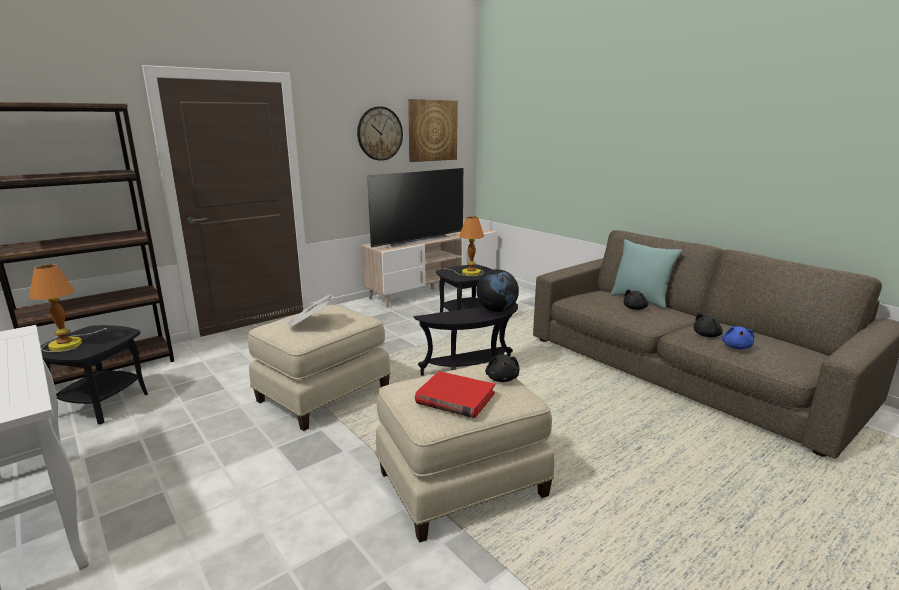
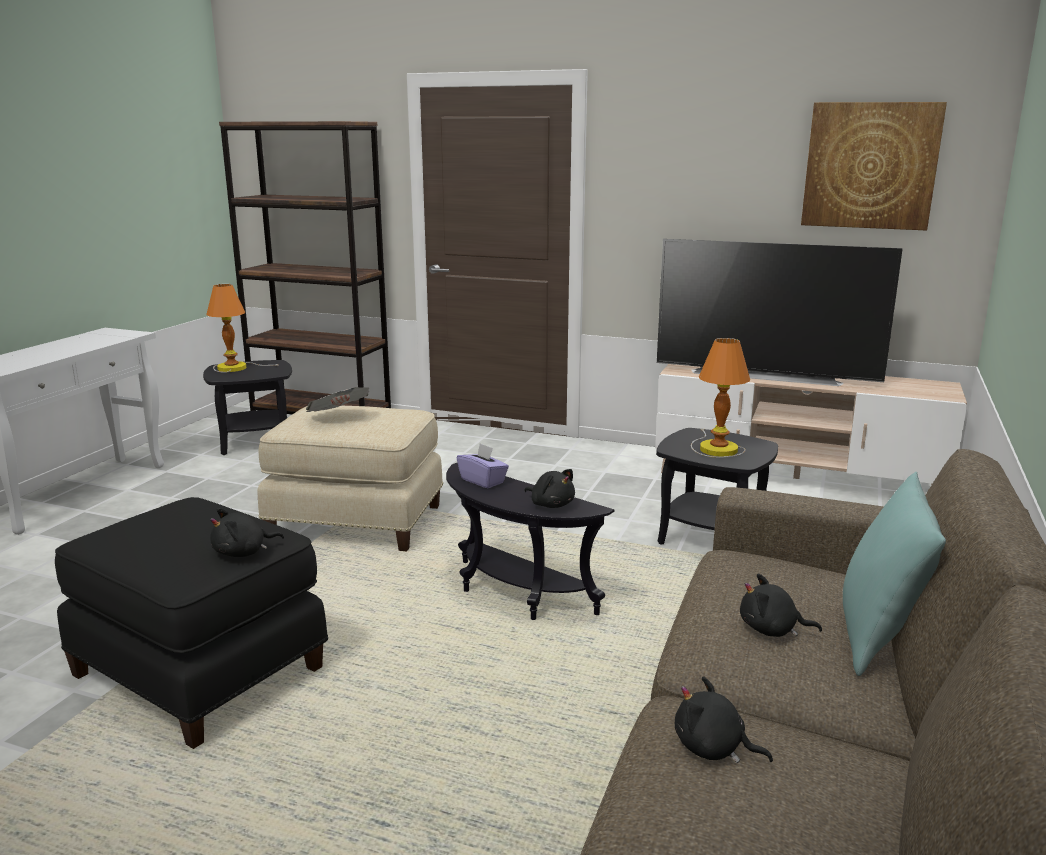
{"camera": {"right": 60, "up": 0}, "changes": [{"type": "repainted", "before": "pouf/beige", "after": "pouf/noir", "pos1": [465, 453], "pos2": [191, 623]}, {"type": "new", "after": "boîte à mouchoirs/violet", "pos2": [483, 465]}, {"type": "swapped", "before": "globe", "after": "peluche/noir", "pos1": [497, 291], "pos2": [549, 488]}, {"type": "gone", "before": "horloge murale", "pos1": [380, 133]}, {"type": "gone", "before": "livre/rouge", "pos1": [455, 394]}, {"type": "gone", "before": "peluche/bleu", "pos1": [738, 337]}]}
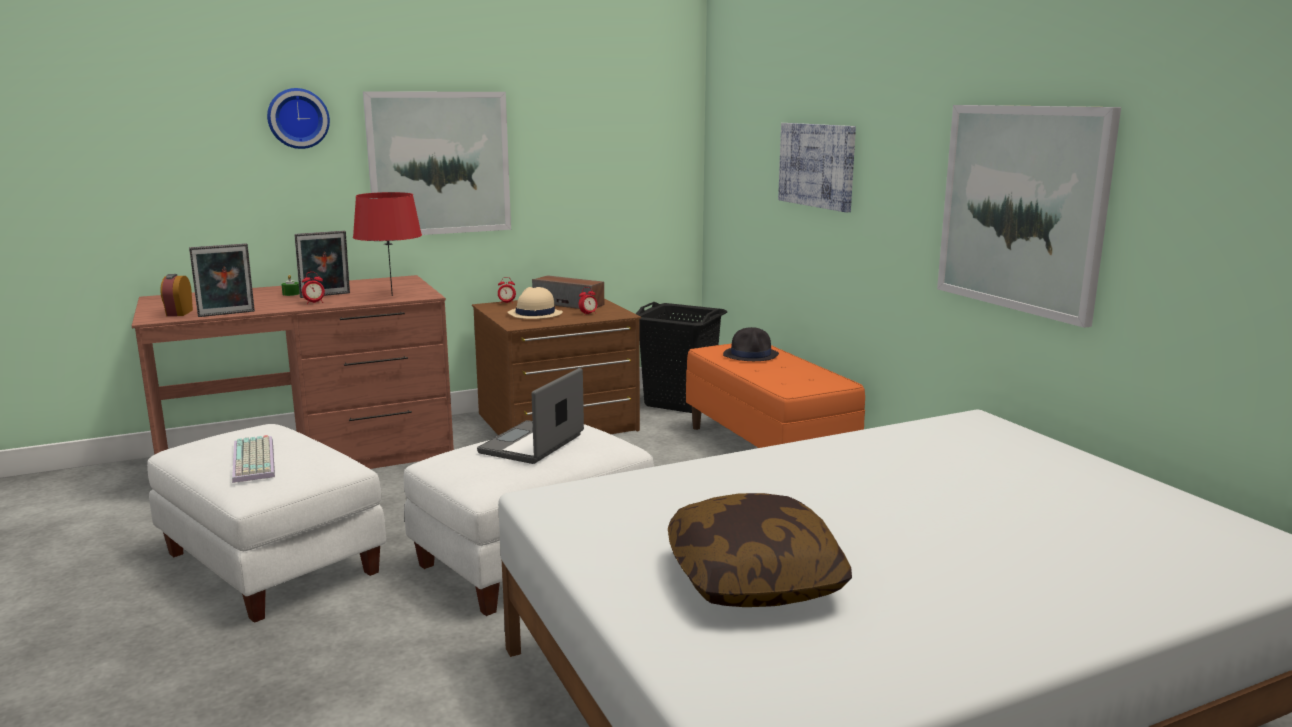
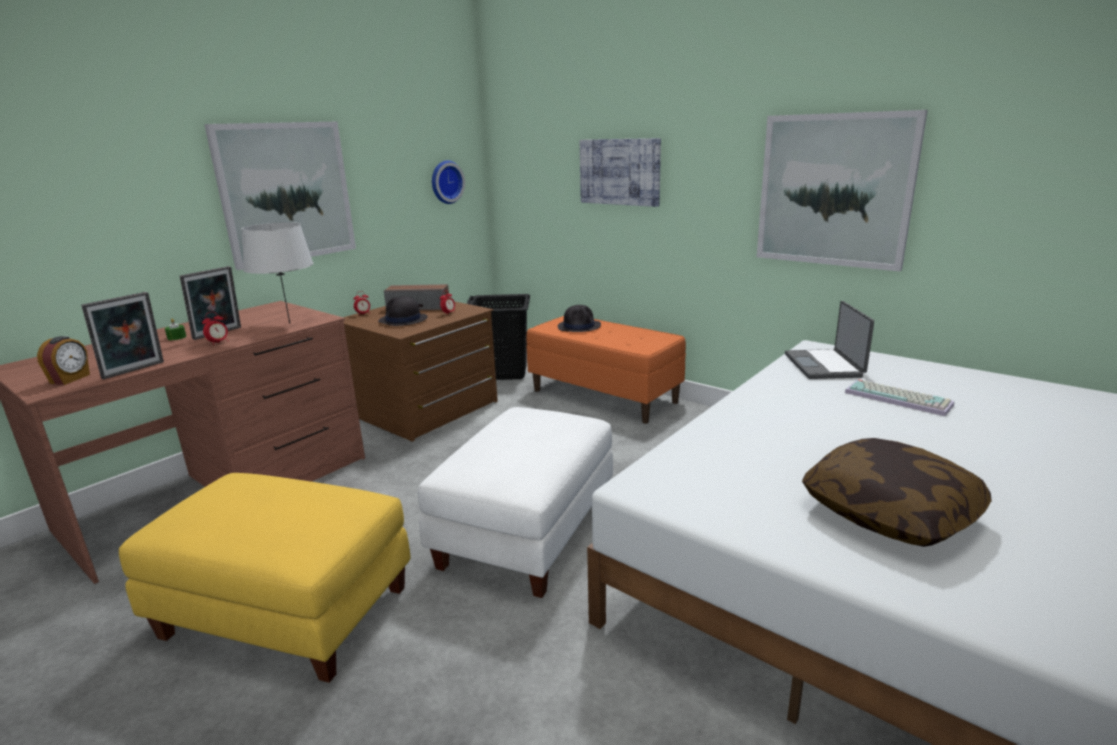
{"camera": {"right": -25, "up": 5}, "changes": [{"type": "rotated", "before": "réveil", "pos1": [176, 295], "pos2": [63, 360], "turn": -135}, {"type": "repainted", "before": "pouf/blanc", "after": "pouf/jaune", "pos1": [266, 523], "pos2": [265, 578]}, {"type": "repainted", "before": "lampe de table/rouge", "after": "lampe de table/gris", "pos1": [387, 244], "pos2": [277, 273]}, {"type": "repainted", "before": "chapeau/beige", "after": "chapeau/noir", "pos1": [535, 303], "pos2": [402, 311]}, {"type": "shifted", "before": "horloge murale", "pos1": [298, 118], "pos2": [448, 182]}, {"type": "shifted", "before": "ordinateur portable", "pos1": [530, 416], "pos2": [829, 340]}, {"type": "shifted", "before": "clavier", "pos1": [253, 459], "pos2": [899, 397]}]}
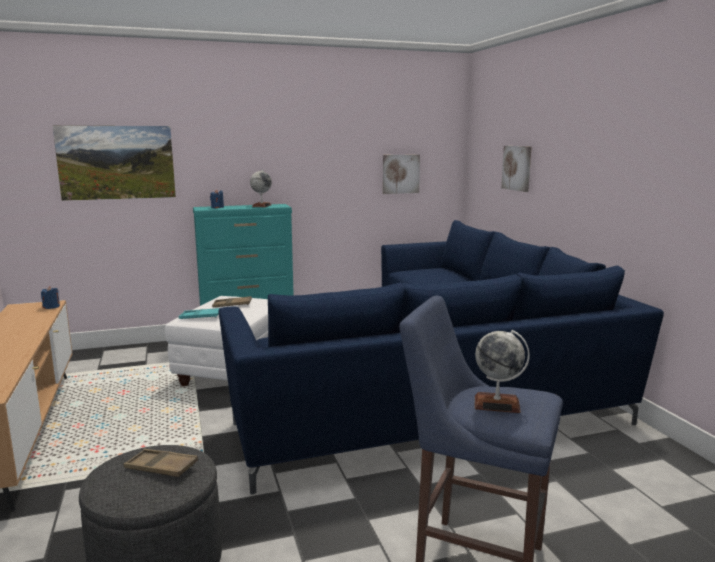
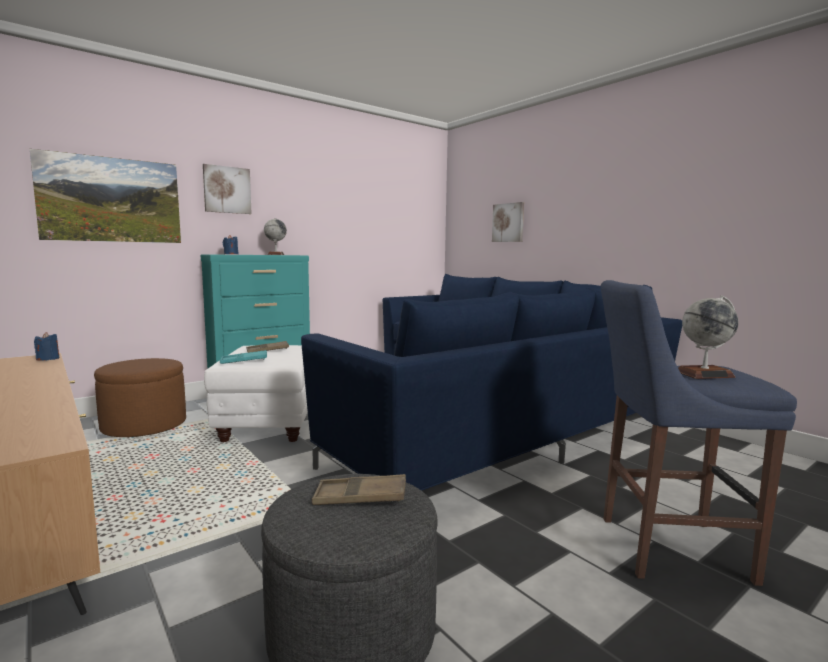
{"camera": {"right": -20, "up": -5}, "changes": [{"type": "new", "after": "pouf/marron", "pos2": [140, 397]}, {"type": "shifted", "before": "tableau", "pos1": [401, 174], "pos2": [227, 189]}]}
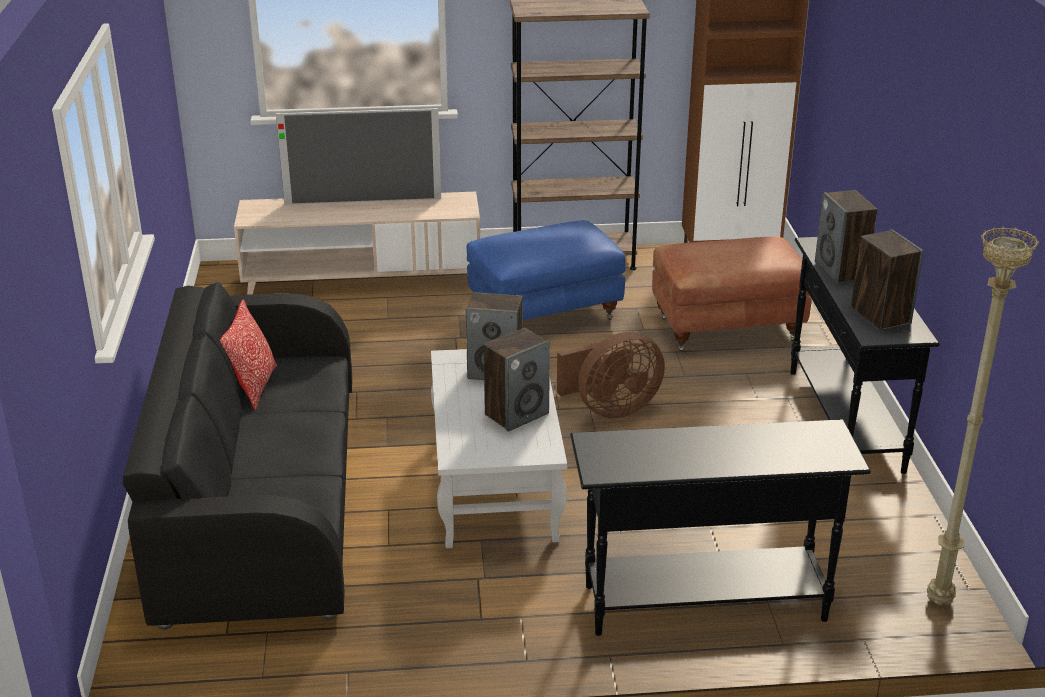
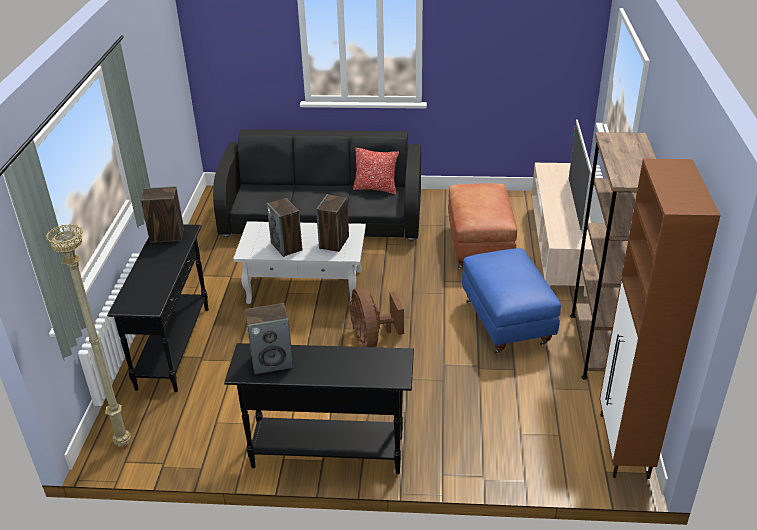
{"camera": {"right": 100, "up": 5}, "changes": [{"type": "shifted", "before": "enceinte", "pos1": [846, 236], "pos2": [162, 214]}, {"type": "shifted", "before": "pouf/marron", "pos1": [732, 294], "pos2": [482, 226]}]}
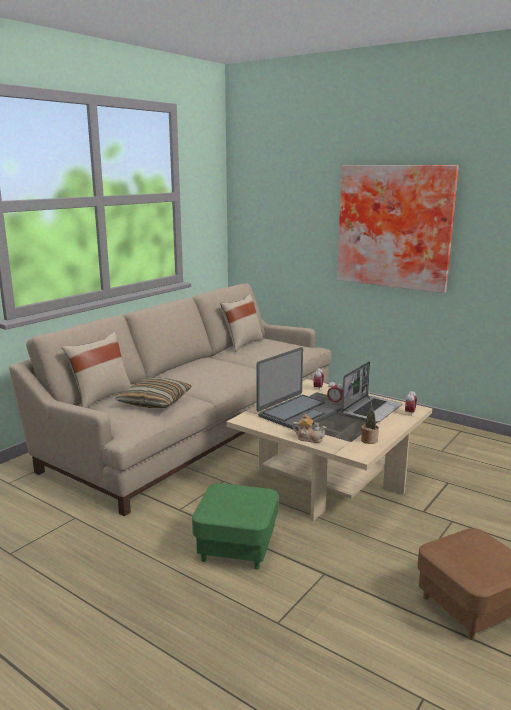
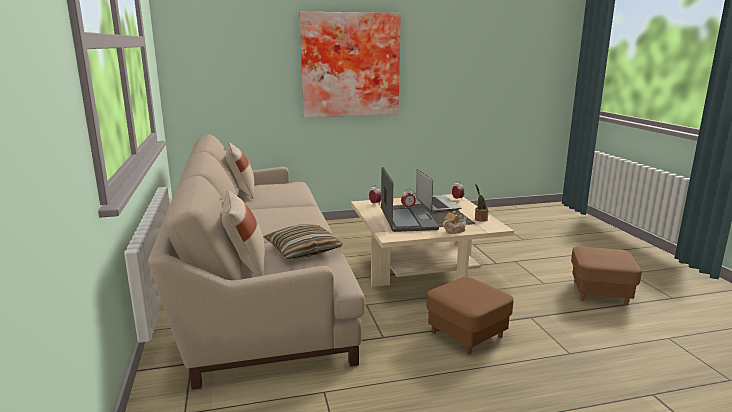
{"camera": {"right": -50, "up": 0}, "changes": [{"type": "repainted", "before": "pouf/vert", "after": "pouf/marron", "pos1": [235, 526], "pos2": [470, 315]}]}
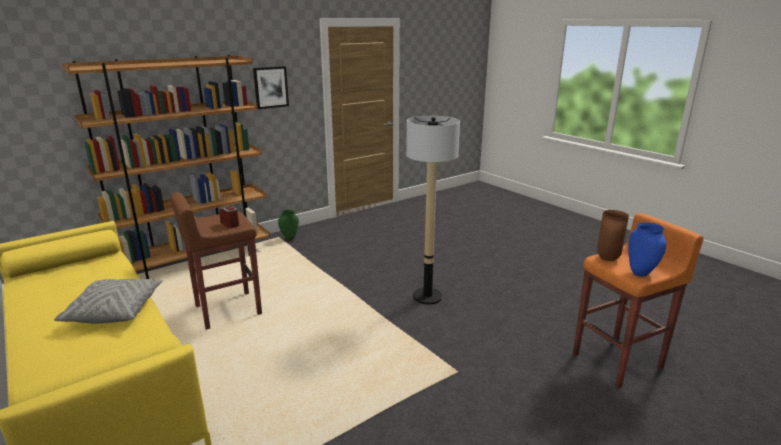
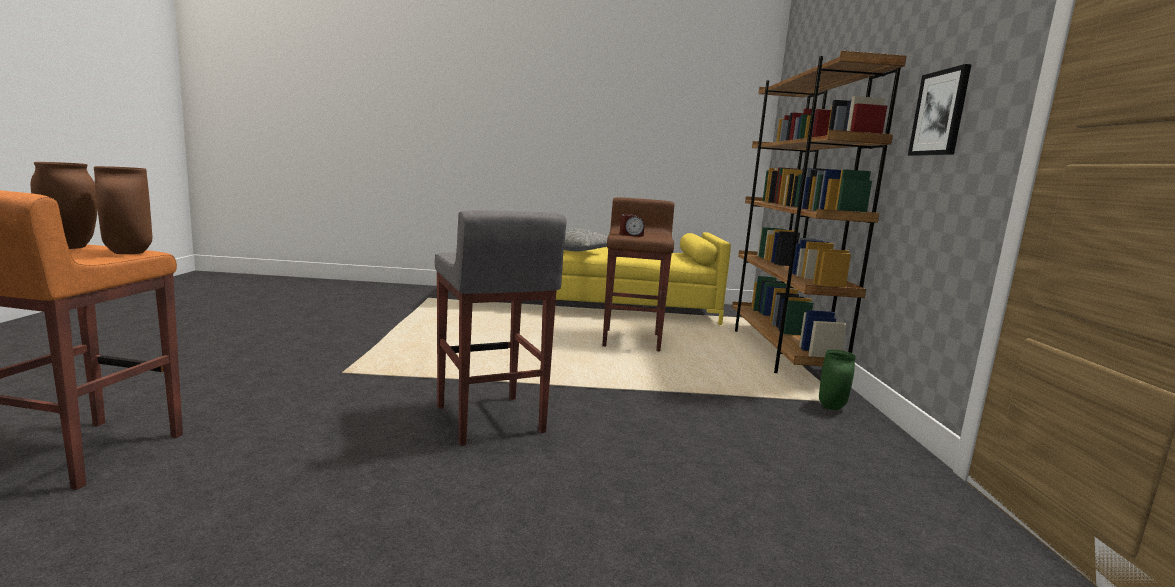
{"camera": {"right": 125, "up": -10}, "changes": [{"type": "repainted", "before": "vase/bleu", "after": "vase/marron", "pos1": [647, 249], "pos2": [64, 205]}, {"type": "swapped", "before": "lampadaire", "after": "tabouret/gris", "pos1": [433, 210], "pos2": [500, 328]}]}
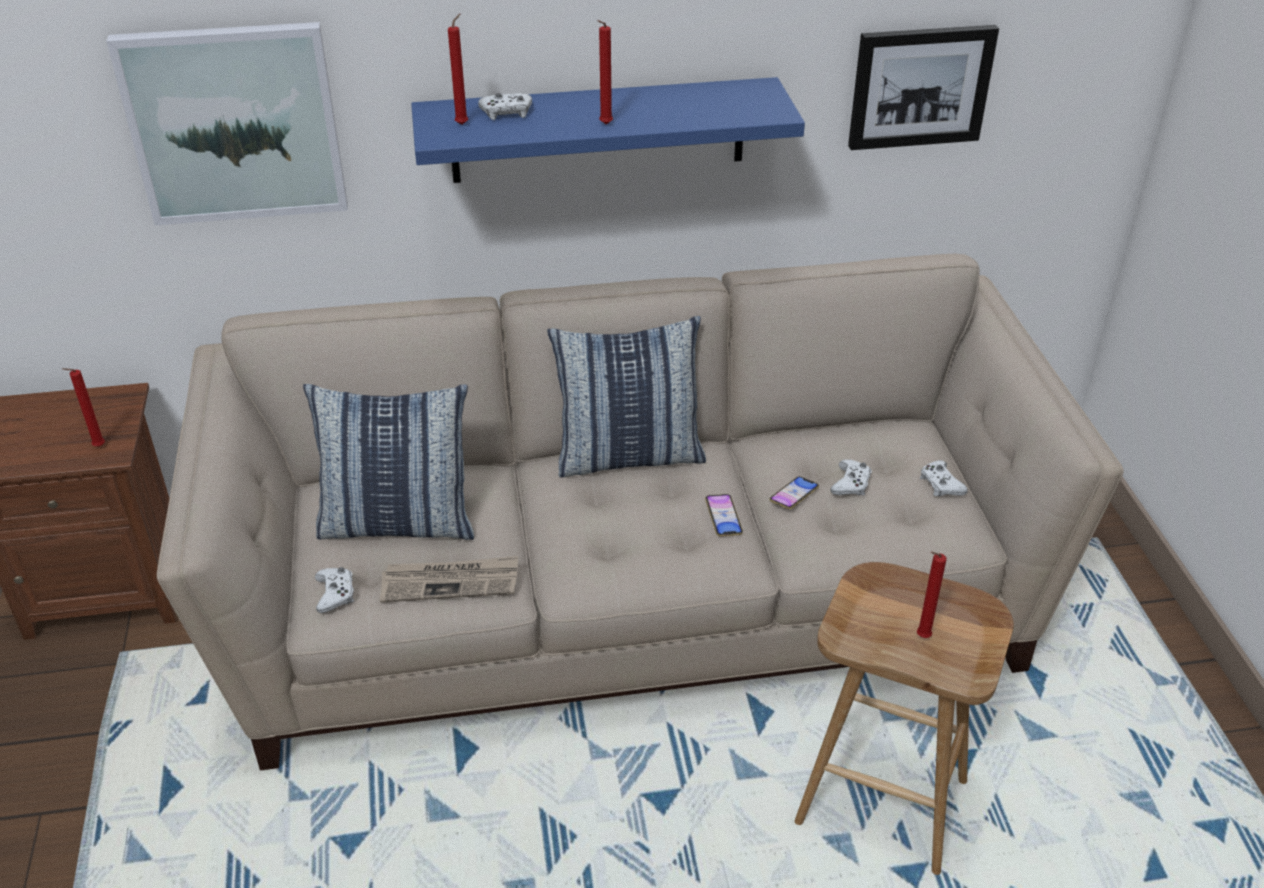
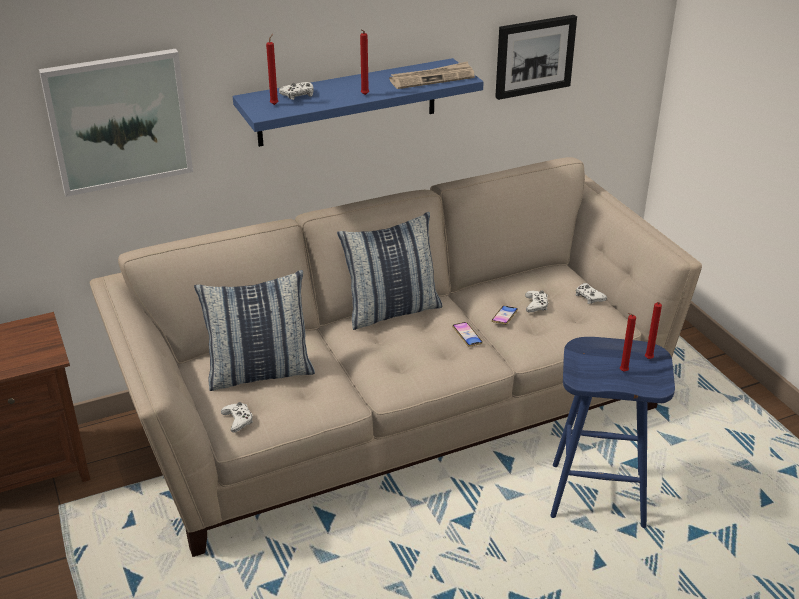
{"camera": {"right": -15, "up": -5}, "changes": [{"type": "shifted", "before": "journal", "pos1": [449, 579], "pos2": [432, 75]}, {"type": "repainted", "before": "tabouret/marron", "after": "tabouret/bleu", "pos1": [904, 718], "pos2": [612, 432]}, {"type": "shifted", "before": "bougie/rouge", "pos1": [83, 407], "pos2": [653, 330]}]}
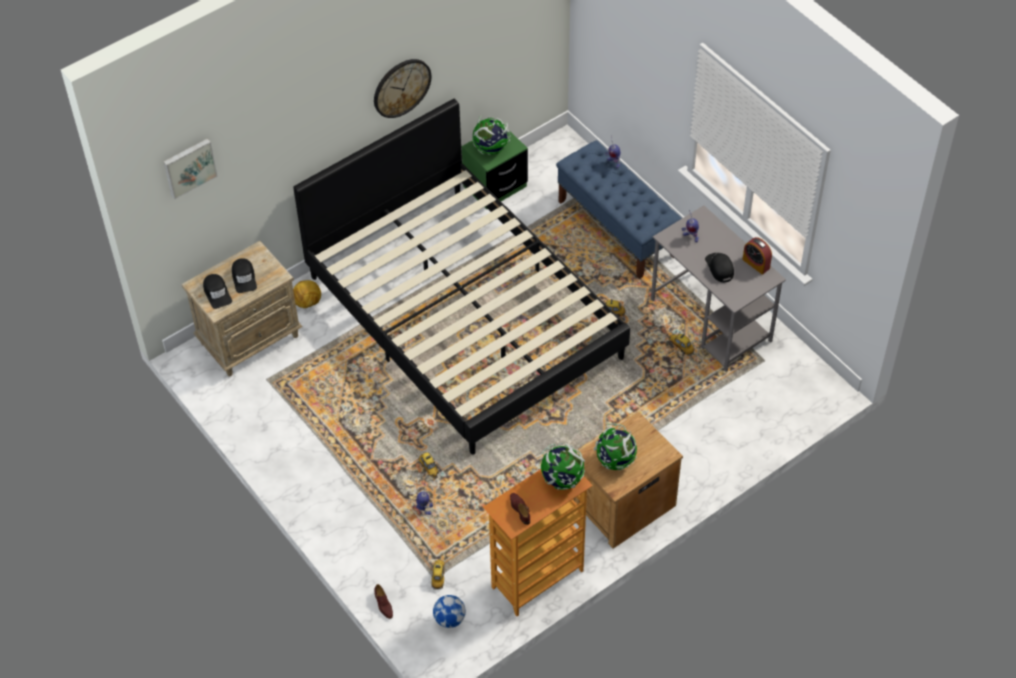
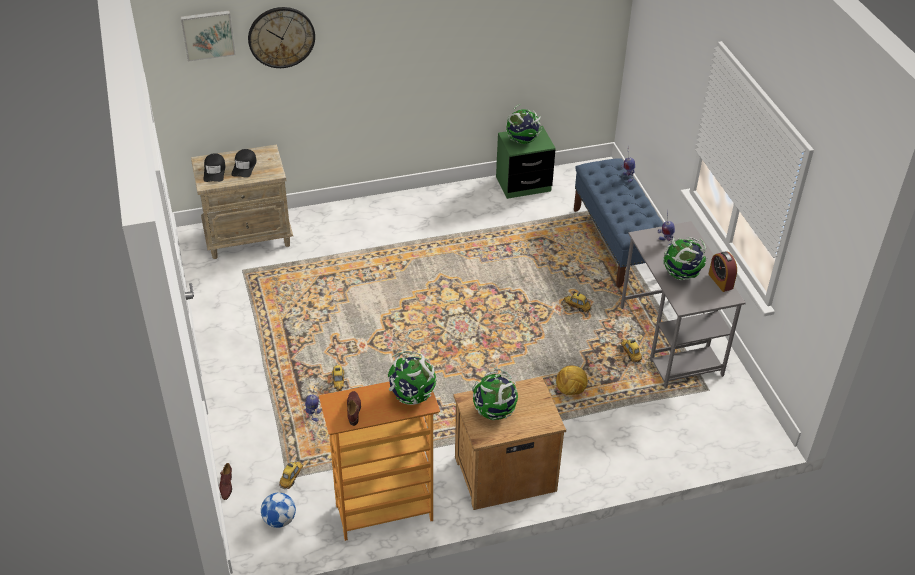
{"camera": {"right": 20, "up": -10}, "changes": [{"type": "shifted", "before": "horloge murale", "pos1": [403, 88], "pos2": [281, 37]}, {"type": "shifted", "before": "ballon de foot", "pos1": [307, 294], "pos2": [572, 380]}, {"type": "swapped", "before": "casquette/noir", "after": "globe", "pos1": [719, 268], "pos2": [685, 258]}, {"type": "gone", "before": "lit/noir", "pos1": [461, 277]}]}
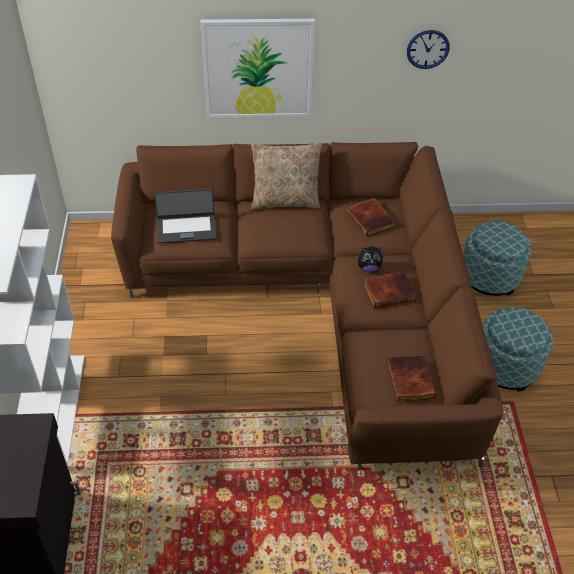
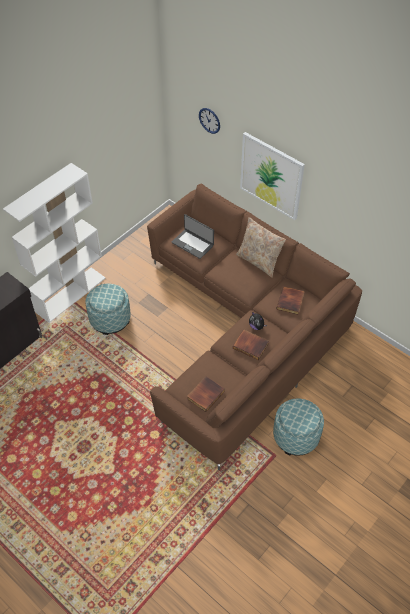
{"camera": {"right": 45, "up": 5}, "changes": [{"type": "shifted", "before": "pouf", "pos1": [497, 258], "pos2": [108, 309]}, {"type": "shifted", "before": "horloge murale", "pos1": [428, 49], "pos2": [209, 121]}]}
